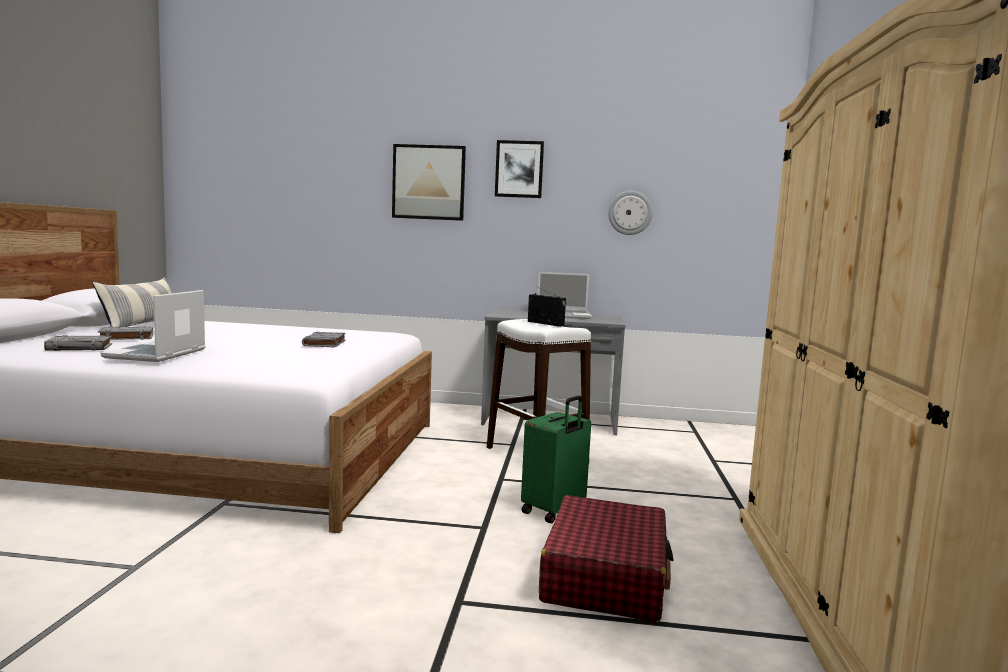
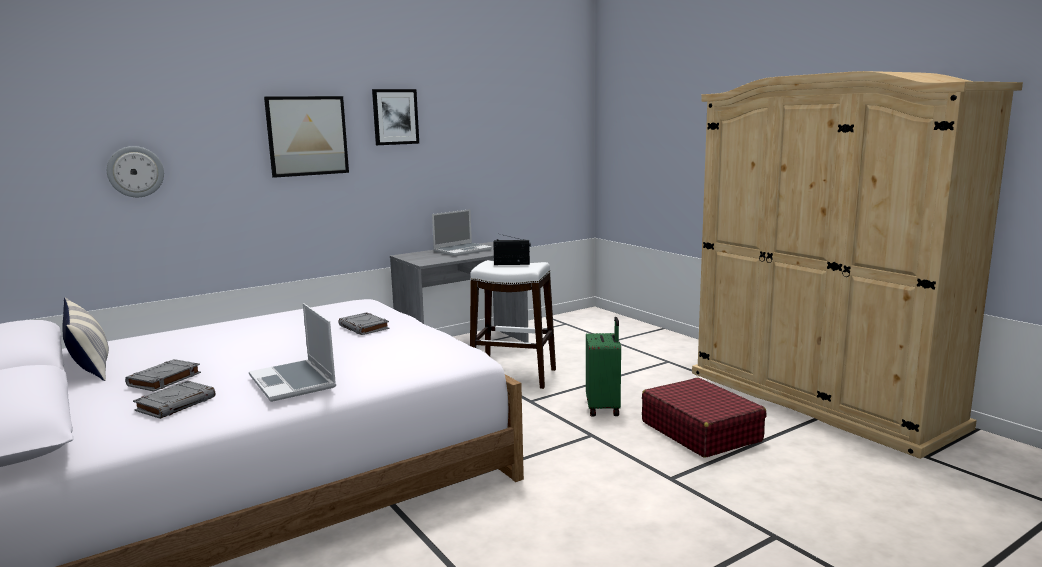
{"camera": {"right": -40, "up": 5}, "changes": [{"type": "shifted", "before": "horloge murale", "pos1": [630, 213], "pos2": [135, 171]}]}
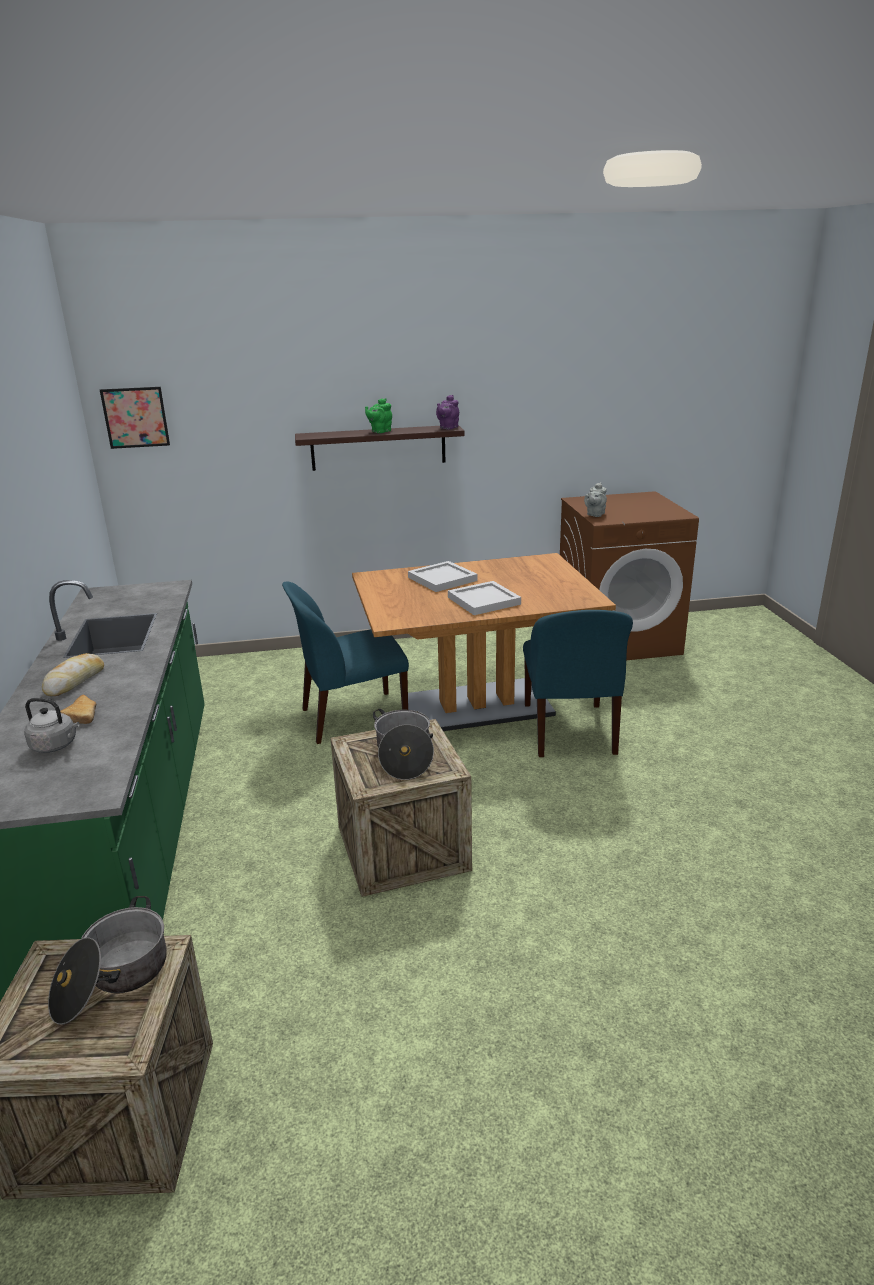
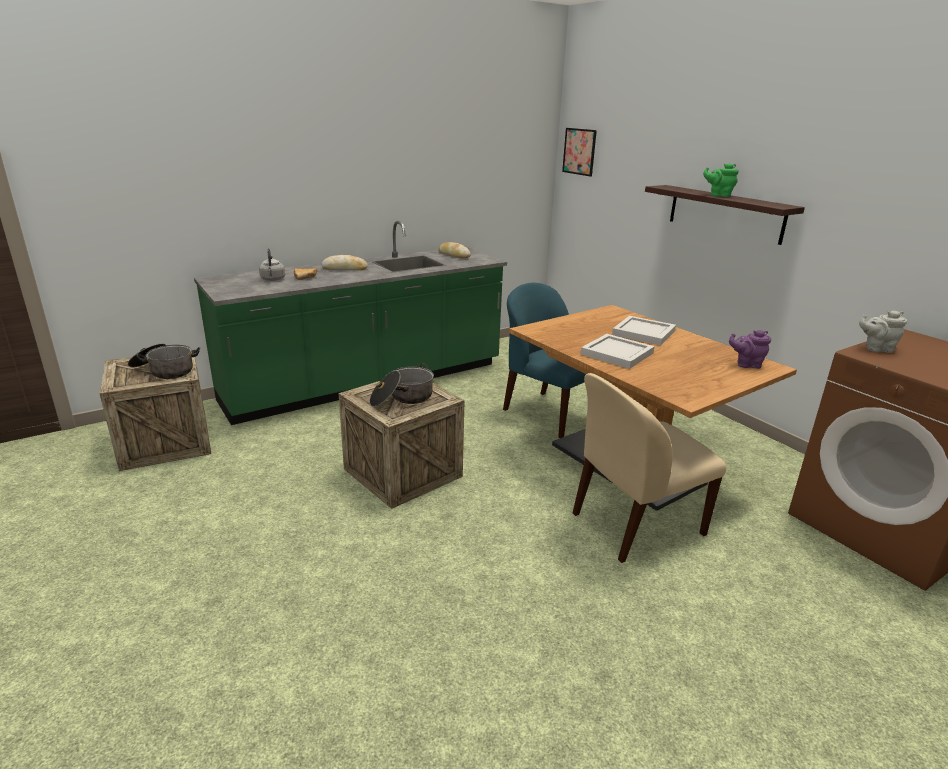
{"camera": {"right": 65, "up": 0}, "changes": [{"type": "new", "after": "pain", "pos2": [454, 250]}, {"type": "repainted", "before": "chaise/bleu", "after": "chaise/beige", "pos1": [578, 683], "pos2": [649, 468]}, {"type": "shifted", "before": "théière/violet", "pos1": [447, 412], "pos2": [750, 349]}]}
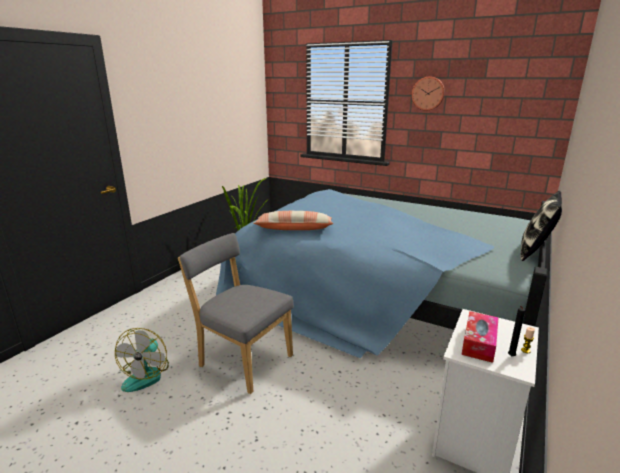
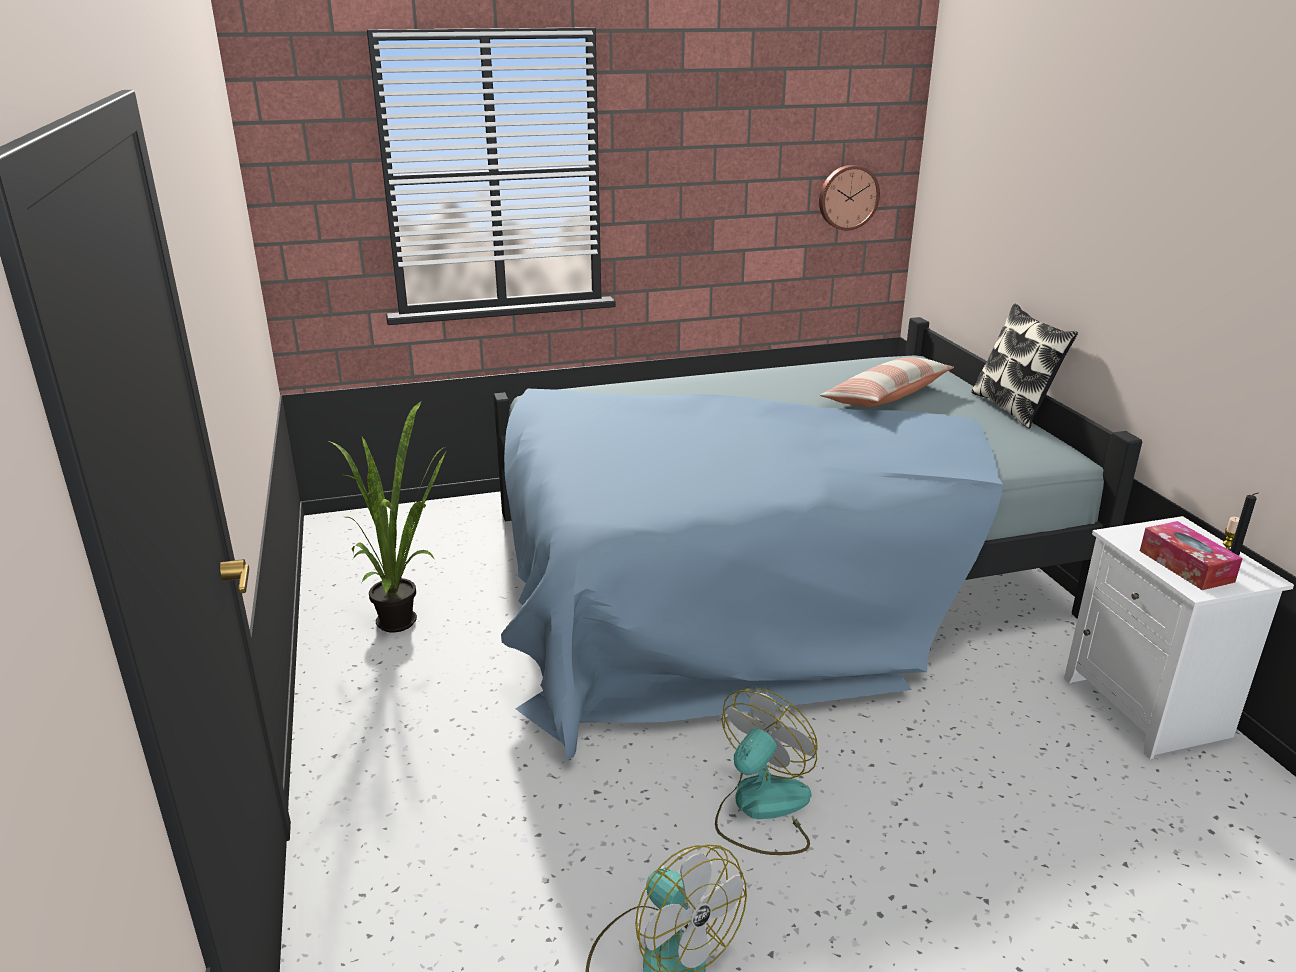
{"camera": {"right": -45, "up": 5}, "changes": [{"type": "swapped", "before": "chaise/gris", "after": "ventilateur", "pos1": [236, 313], "pos2": [766, 771]}, {"type": "shifted", "before": "horloge murale", "pos1": [428, 93], "pos2": [849, 198]}, {"type": "shifted", "before": "coussin", "pos1": [293, 220], "pos2": [887, 382]}]}
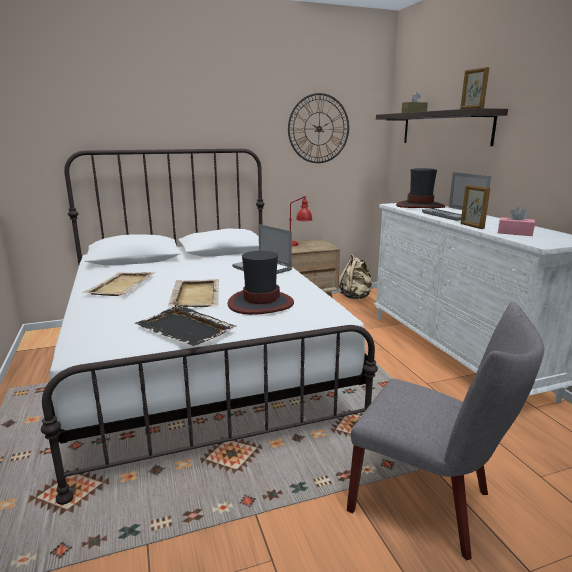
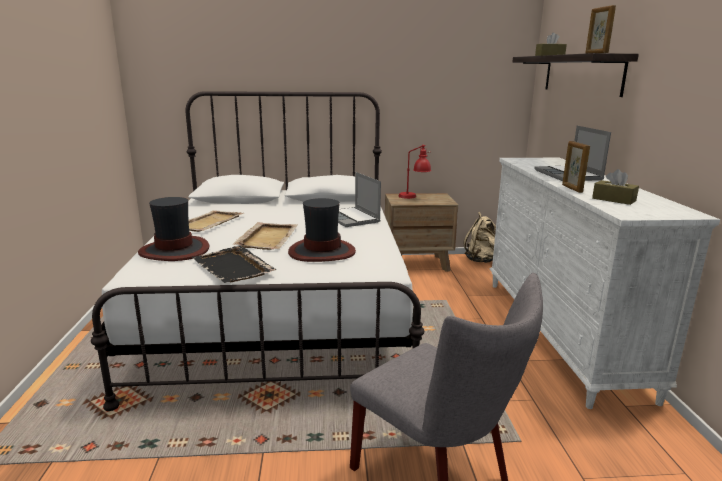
{"camera": {"right": 15, "up": 0}, "changes": [{"type": "shifted", "before": "chapeau", "pos1": [420, 188], "pos2": [173, 229]}, {"type": "repainted", "before": "boîte à mouchoirs/rose", "after": "boîte à mouchoirs/marron", "pos1": [516, 221], "pos2": [615, 187]}, {"type": "gone", "before": "horloge murale", "pos1": [318, 128]}]}
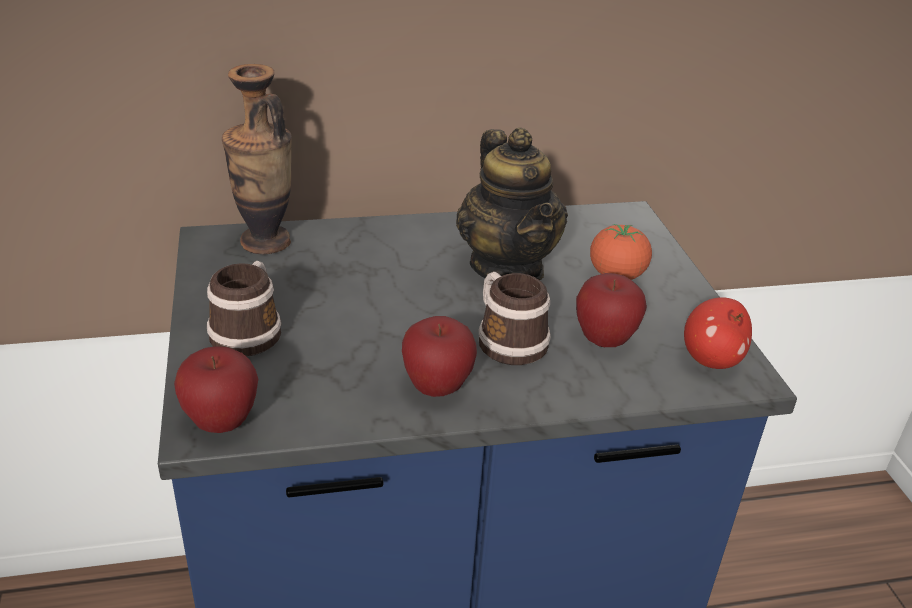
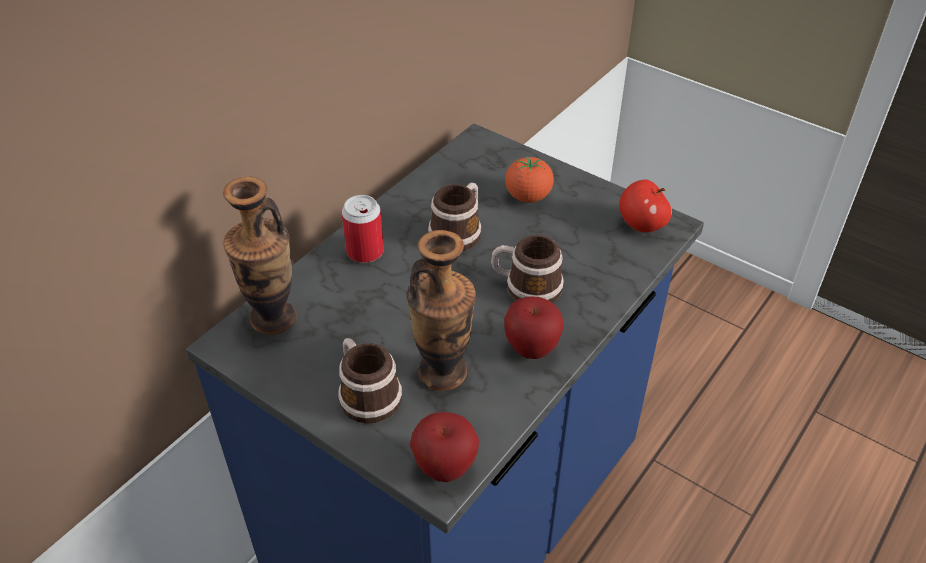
{"camera": {"right": -40, "up": 10}, "changes": [{"type": "new", "after": "boîte métallique", "pos2": [363, 229]}, {"type": "new", "after": "vase", "pos2": [441, 310]}, {"type": "swapped", "before": "théière", "after": "mug", "pos1": [512, 203], "pos2": [454, 216]}, {"type": "gone", "before": "pomme", "pos1": [611, 310]}]}
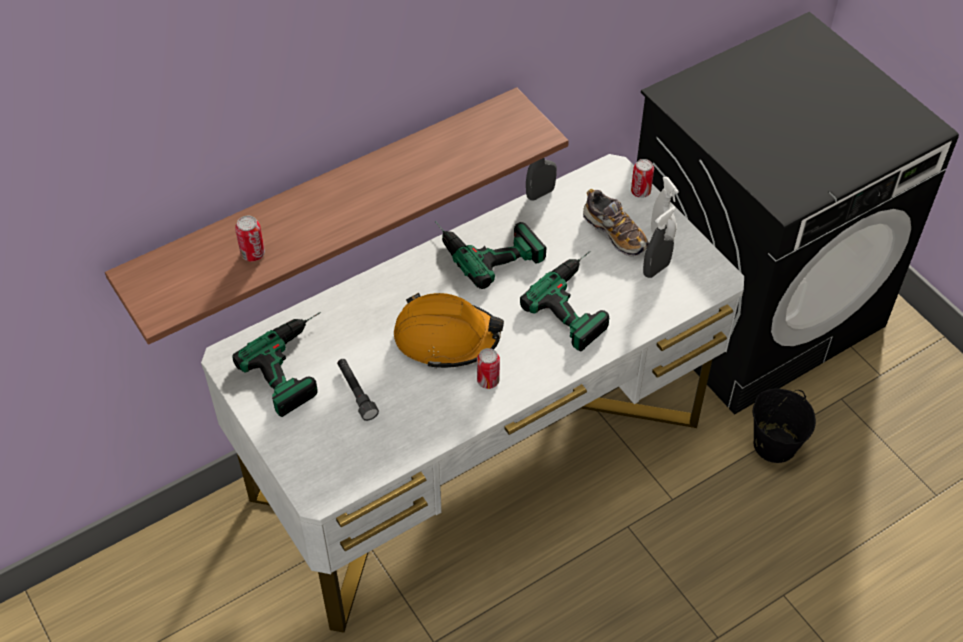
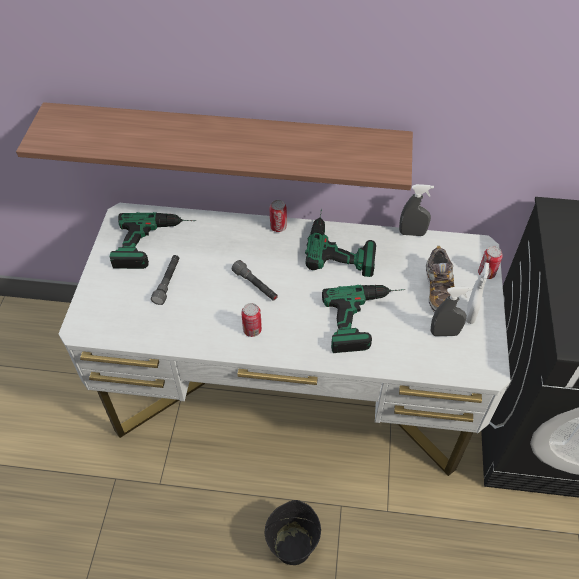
{"camera": {"right": 40, "up": 0}, "changes": [{"type": "swapped", "before": "casque de chantier/orange", "after": "lampe de poche/gris", "pos1": [449, 331], "pos2": [255, 280]}, {"type": "shifted", "before": "seau/noir", "pos1": [784, 425], "pos2": [293, 532]}, {"type": "shifted", "before": "boîte métallique", "pos1": [250, 238], "pos2": [278, 216]}]}
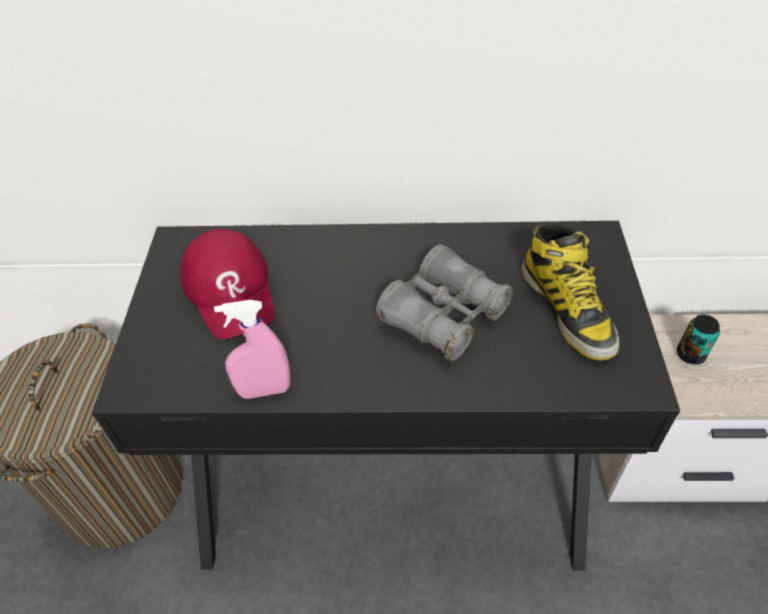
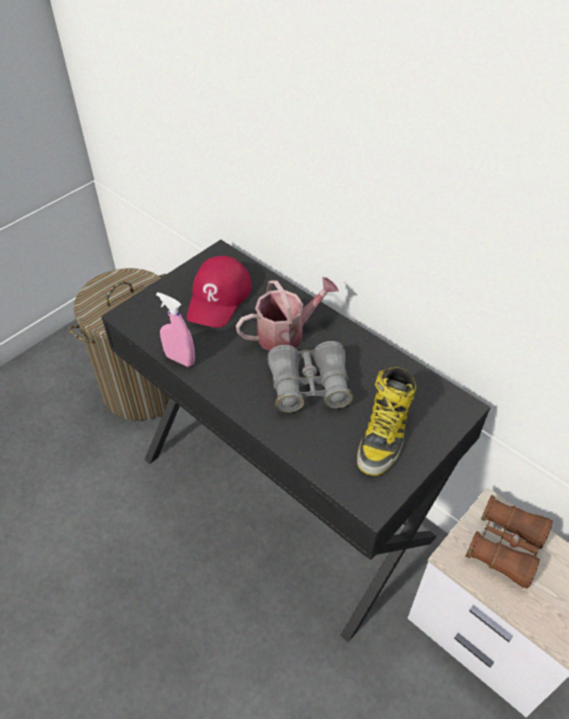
{"camera": {"right": 40, "up": 0}, "changes": [{"type": "new", "after": "arrosoir", "pos2": [287, 314]}, {"type": "swapped", "before": "boîte métallique", "after": "jumelles/marron", "pos1": [698, 339], "pos2": [509, 542]}]}
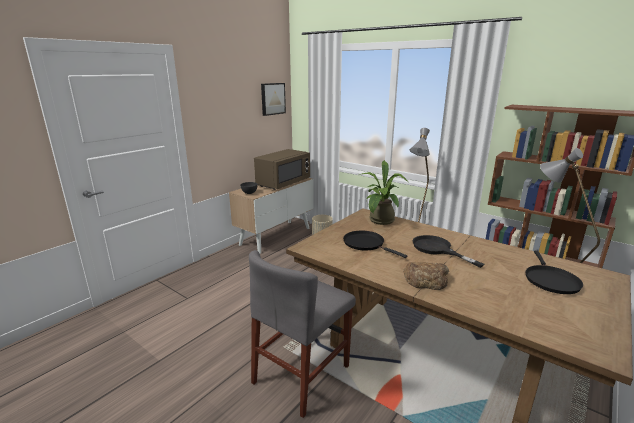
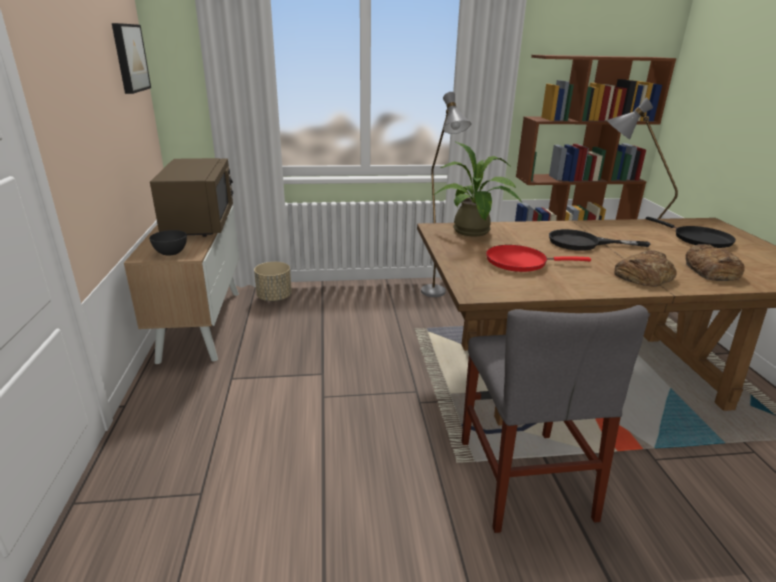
{"camera": {"right": -45, "up": 5}, "changes": [{"type": "repainted", "before": "poêle/noir", "after": "poêle/rouge", "pos1": [375, 244], "pos2": [538, 258]}, {"type": "new", "after": "pain", "pos2": [715, 262]}]}
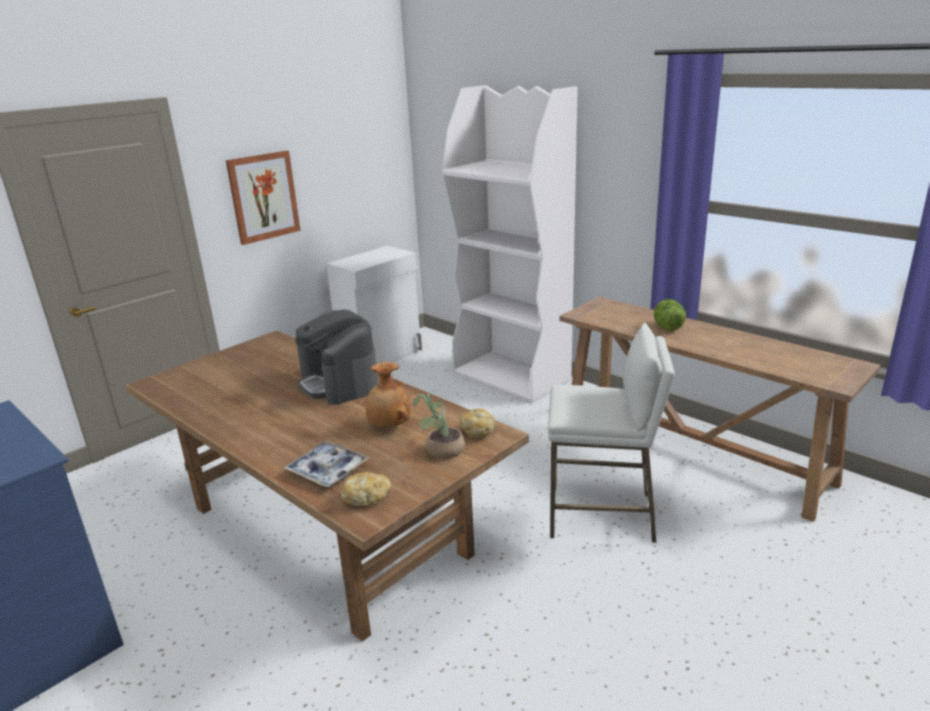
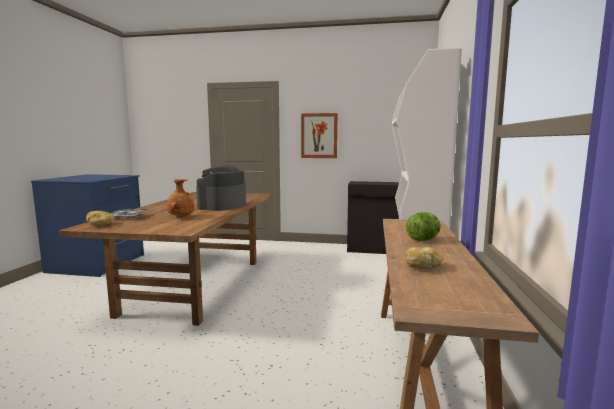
{"camera": {"right": 55, "up": -15}, "changes": [{"type": "repainted", "before": "meuble de rangement/blanc", "after": "meuble de rangement/noir", "pos1": [374, 305], "pos2": [373, 217]}, {"type": "shifted", "before": "pain", "pos1": [477, 423], "pos2": [424, 258]}, {"type": "gone", "before": "plante en pot", "pos1": [439, 426]}, {"type": "gone", "before": "tabouret/blanc", "pos1": [611, 433]}]}
